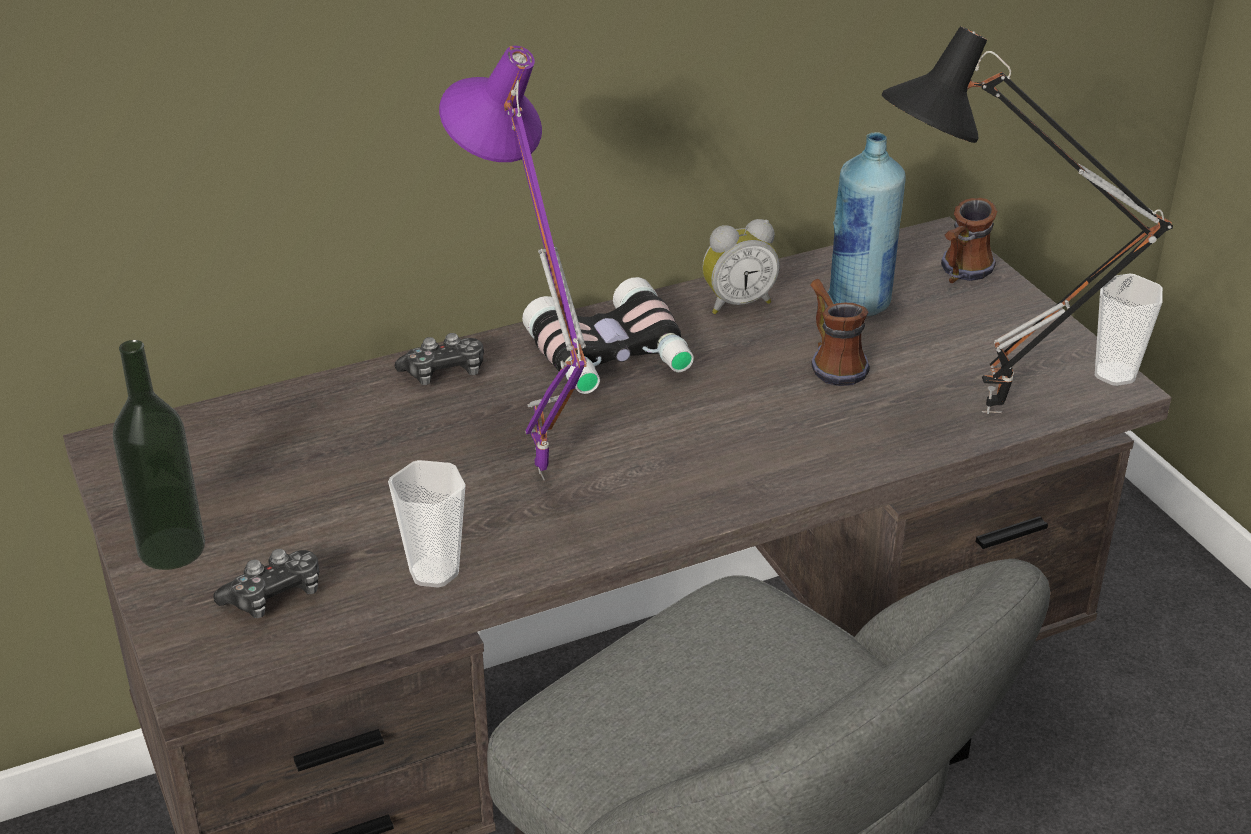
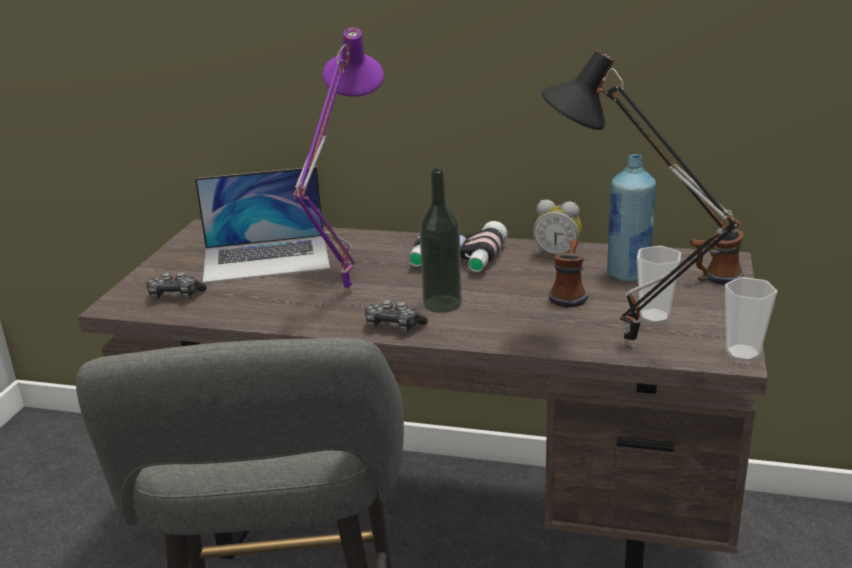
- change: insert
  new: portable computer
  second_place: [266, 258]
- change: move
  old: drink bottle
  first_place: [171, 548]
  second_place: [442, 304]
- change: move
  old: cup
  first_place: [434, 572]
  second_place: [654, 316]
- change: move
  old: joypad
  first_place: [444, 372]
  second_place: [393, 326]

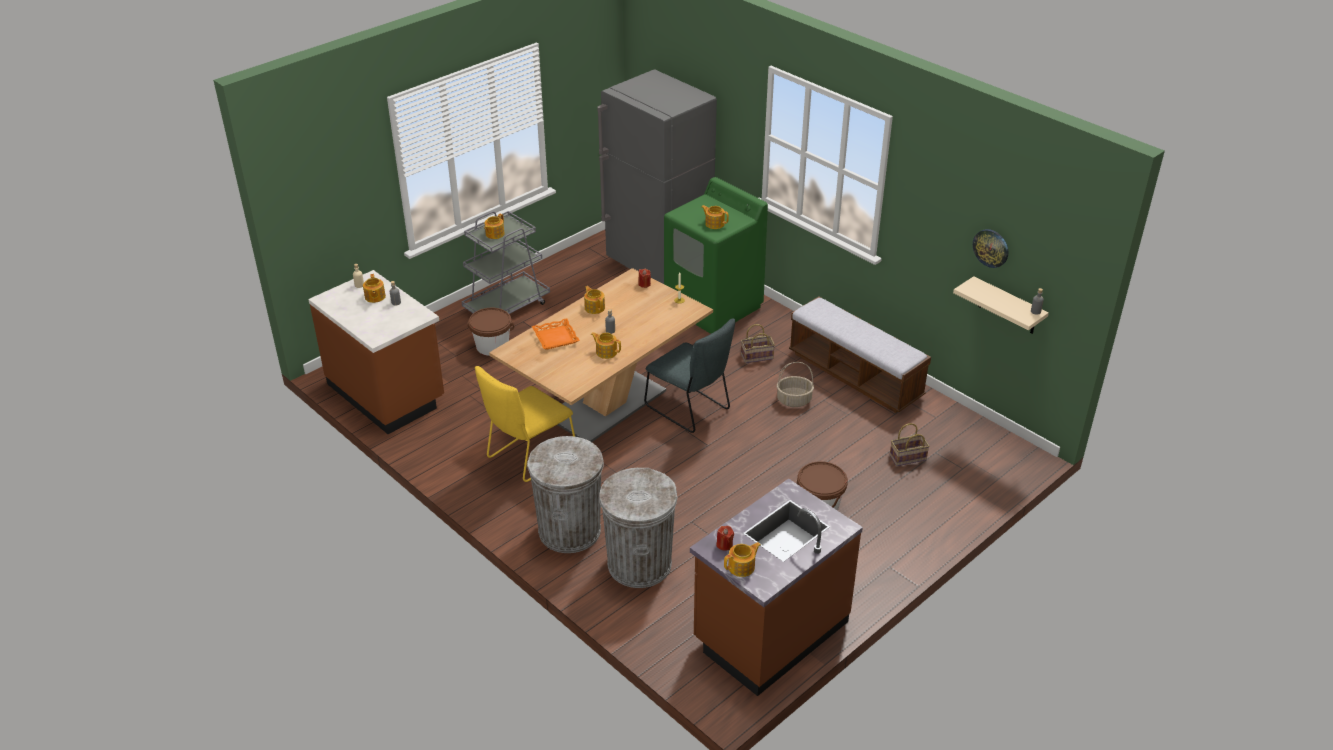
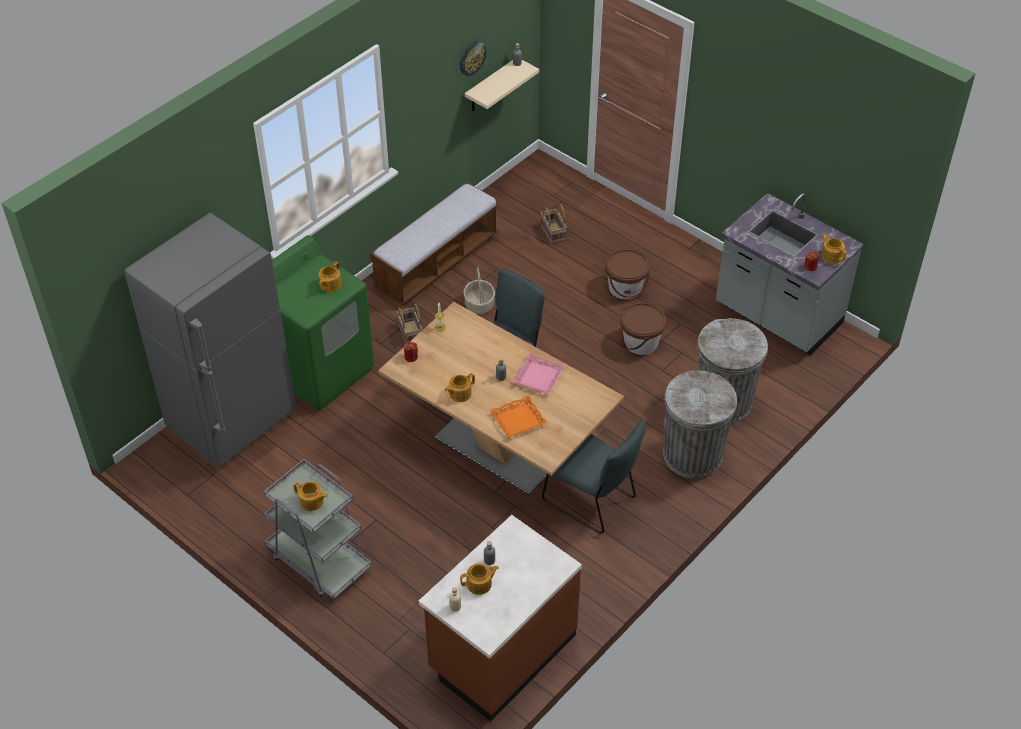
- change: move
  old: pail/brown
  first_place: [492, 346]
  second_place: [641, 342]
- change: replace
  old: teapot
  new: serving tray/pink-coloured
  first_place: [606, 352]
  second_place: [538, 377]
- change: recolor
  old: chair/yellow
  new: chair/gray
  first_place: [528, 456]
  second_place: [592, 501]
- change: recolor
  old: counter/brown
  new: counter/gray
  first_place: [769, 632]
  second_place: [777, 316]

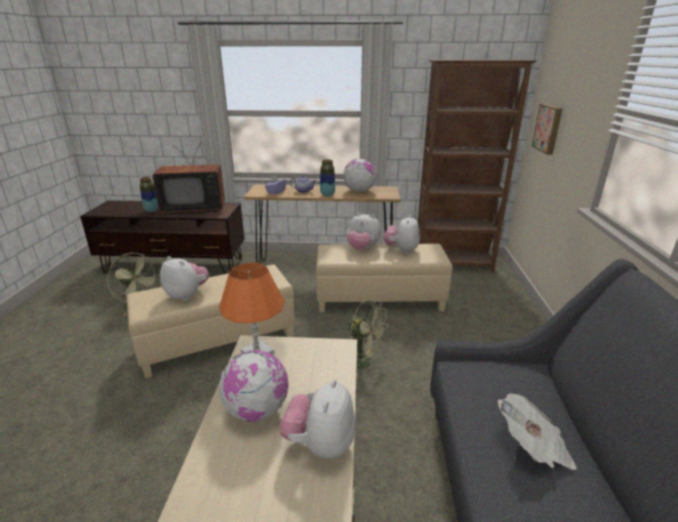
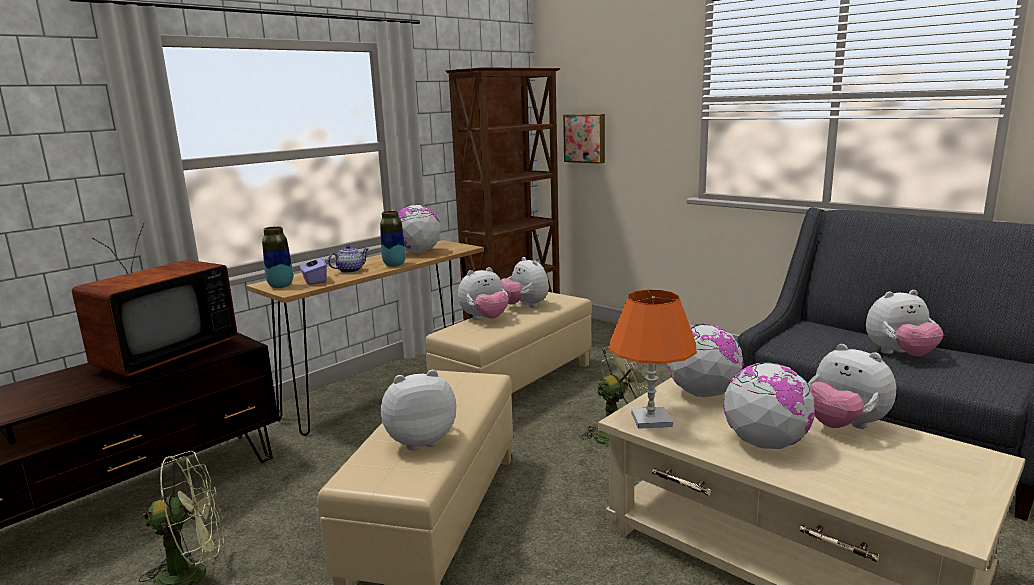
- change: insert
  new: desk globe
  second_place: [702, 393]
- change: move
  old: vase
  first_place: [151, 210]
  second_place: [280, 286]
- change: replace
  old: newspaper
  new: cuddly toy
  first_place: [532, 446]
  second_place: [899, 354]

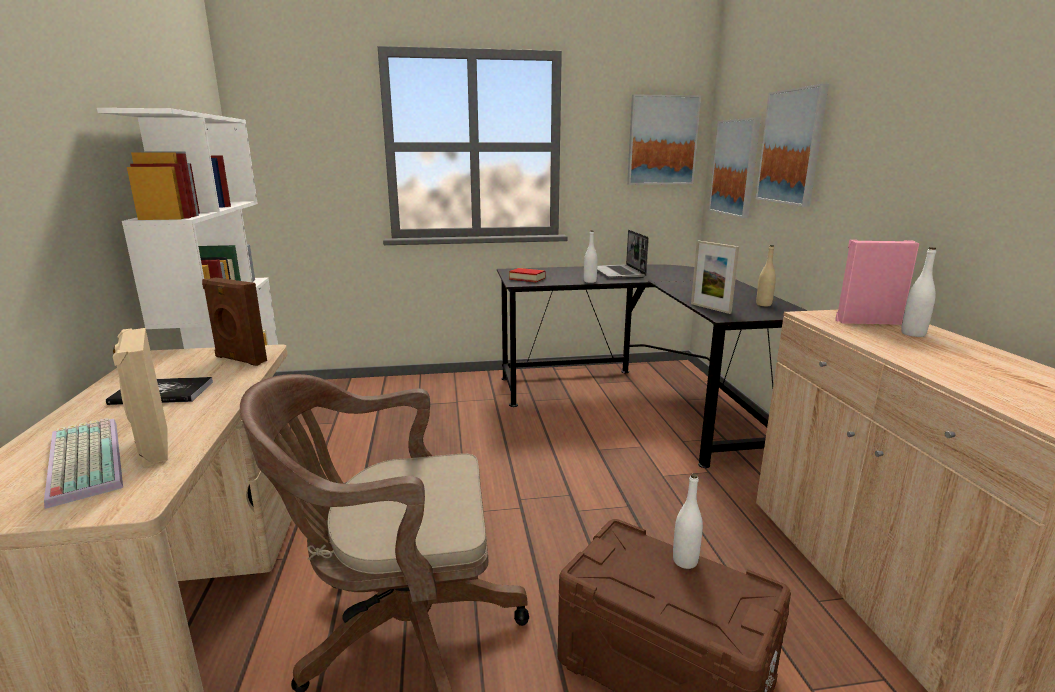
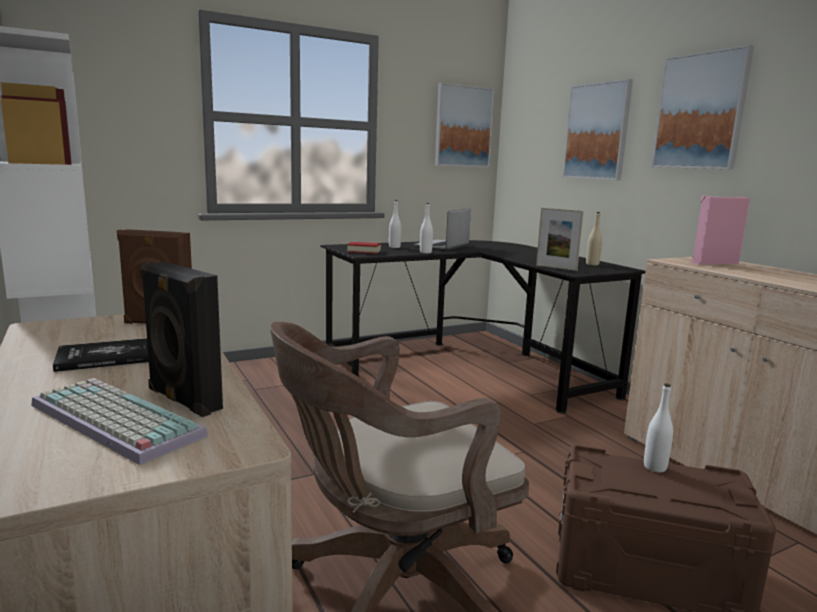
- change: move
  old: picture
  first_place: [735, 167]
  second_place: [700, 111]
- change: move
  old: drink bottle/white
  first_place: [913, 334]
  second_place: [394, 247]
- change: recolor
  old: loudspeaker/beige
  new: loudspeaker/black-coloured
  first_place: [152, 447]
  second_place: [182, 400]
- change: rotate
  old: portable computer
  first_place: [619, 273]
  second_place: [442, 246]
  degrees: 60

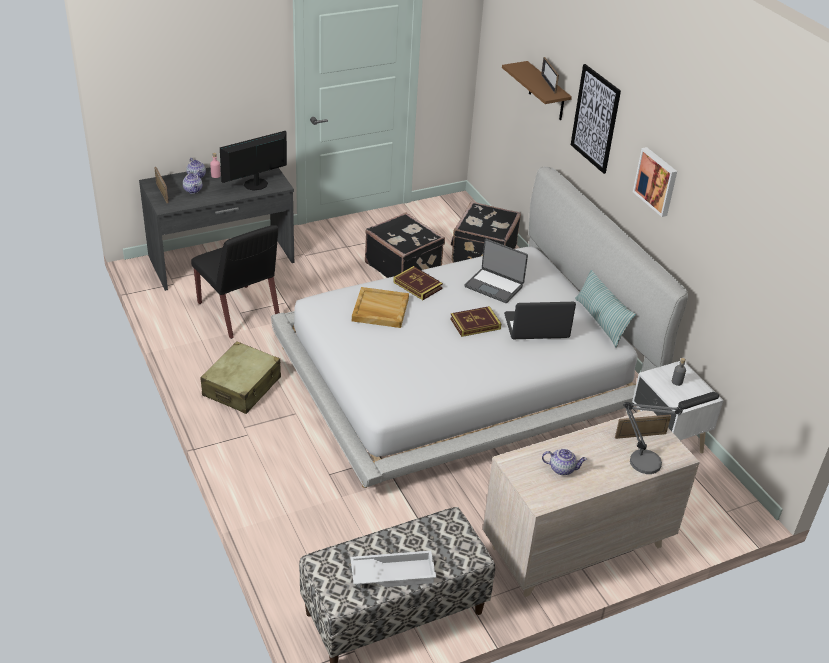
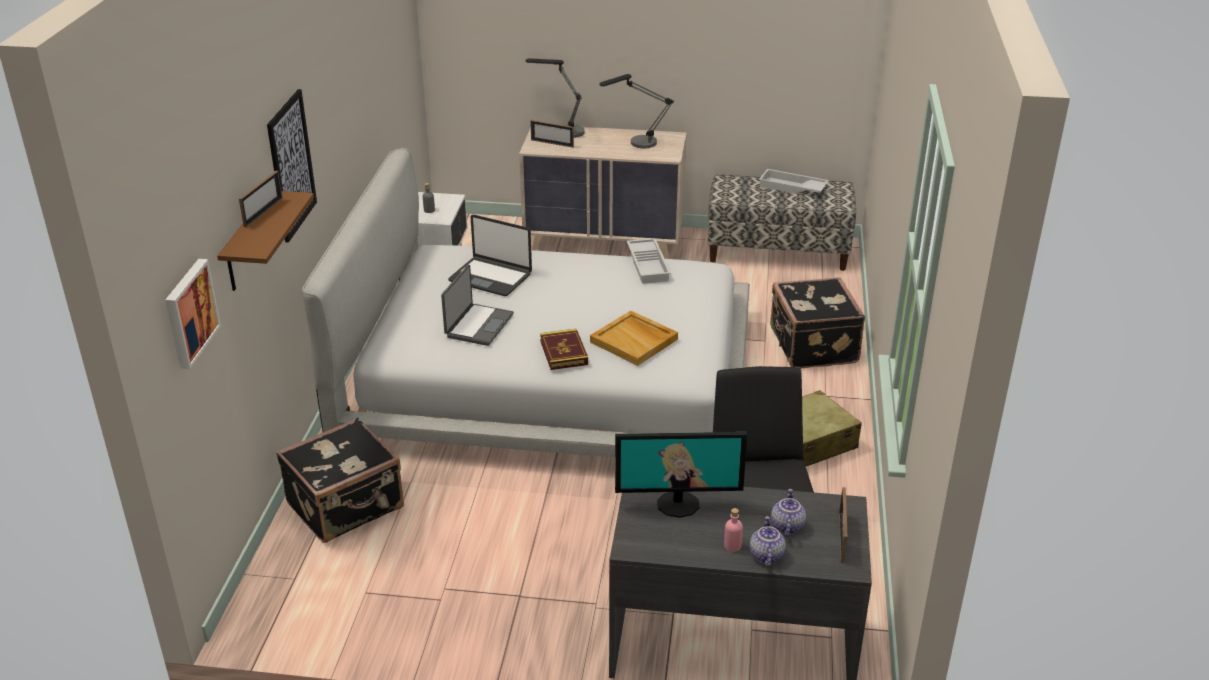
- change: delete
  old: bound book
  first_place: [475, 324]
- change: delete
  old: throw pillow
  first_place: [600, 321]
- change: insert
  new: serving tray/white
  second_place: [649, 265]
- change: move
  old: travel case/black-coloured
  first_place: [403, 267]
  second_place: [811, 346]
- change: move
  old: picture
  first_place: [656, 181]
  second_place: [189, 313]
- change: replace
  old: teapot
  new: lamp for a table
  first_place: [562, 468]
  second_place: [636, 144]
- change: rotate
  old: portable computer
  first_place: [494, 286]
  second_place: [478, 325]
  degrees: 45

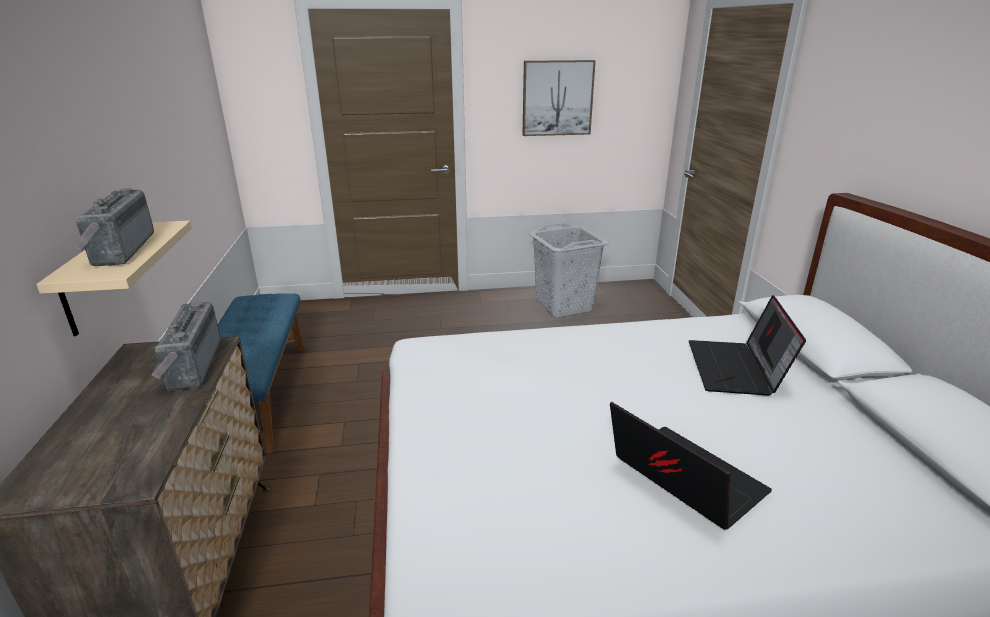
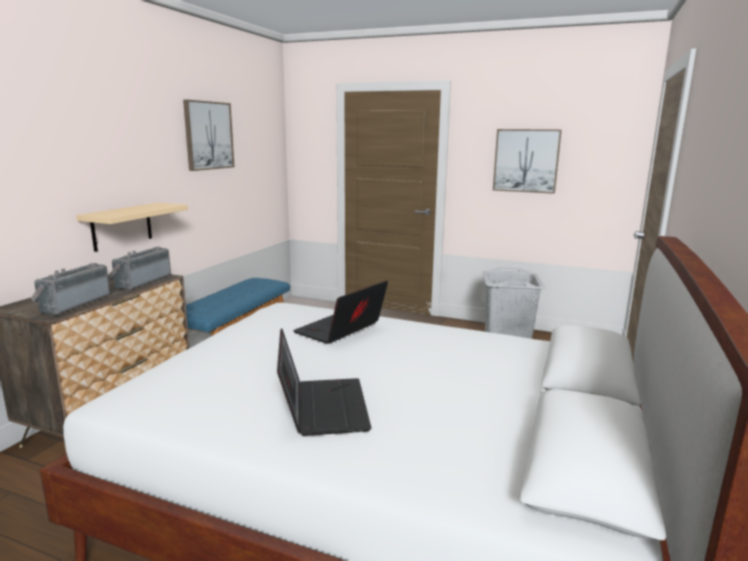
- change: insert
  new: picture
  second_place: [208, 135]
- change: move
  old: radio receiver
  first_place: [119, 249]
  second_place: [74, 304]
- change: move
  old: portable computer
  first_place: [737, 369]
  second_place: [340, 330]

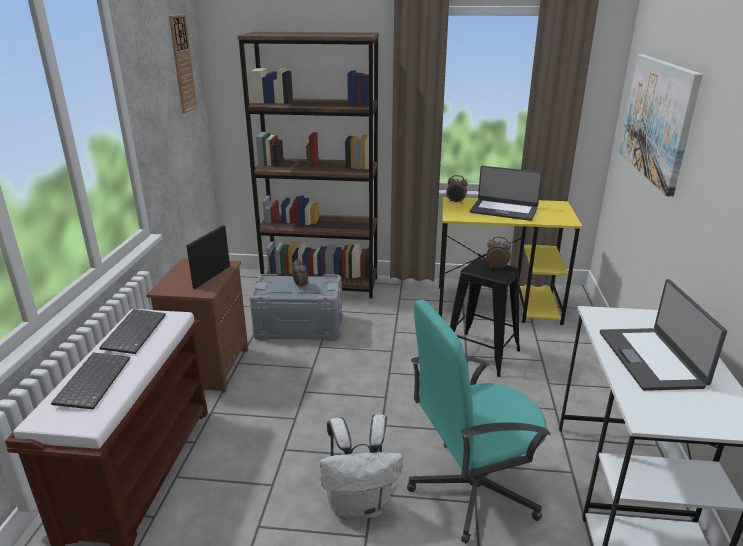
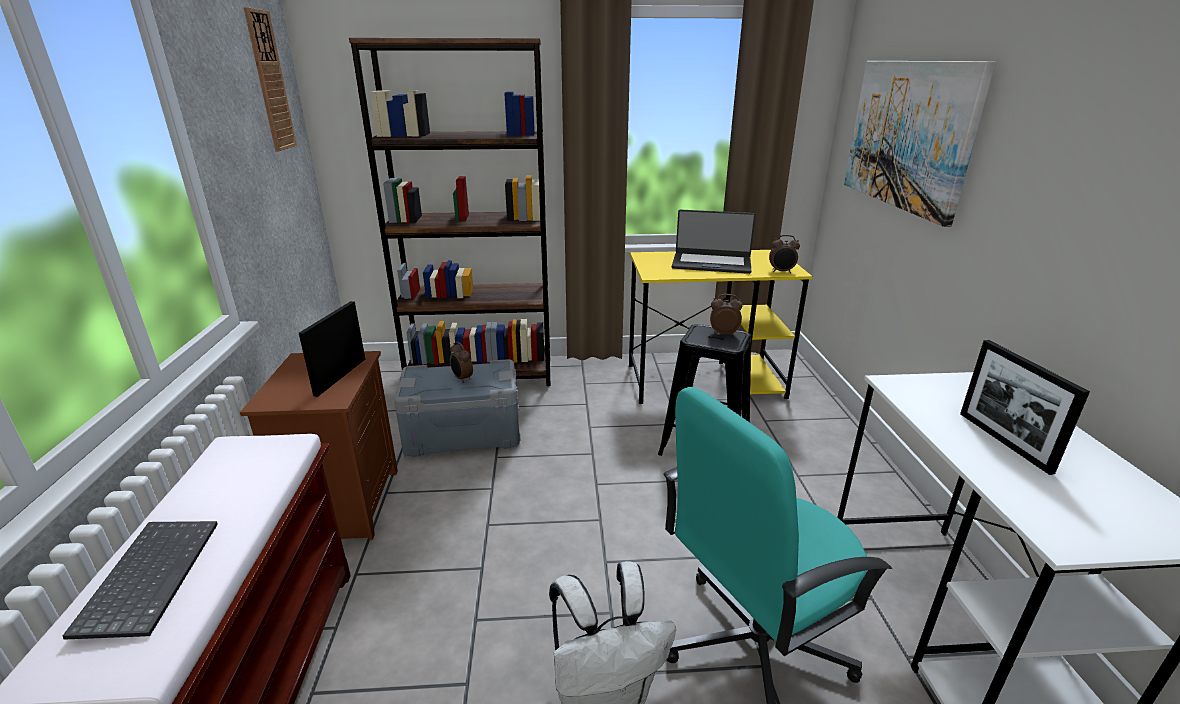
- change: delete
  old: keyboard
  first_place: [133, 332]
- change: move
  old: bedside clock
  first_place: [455, 202]
  second_place: [781, 272]
- change: replace
  old: portable computer
  new: standing frame
  first_place: [651, 359]
  second_place: [1003, 441]

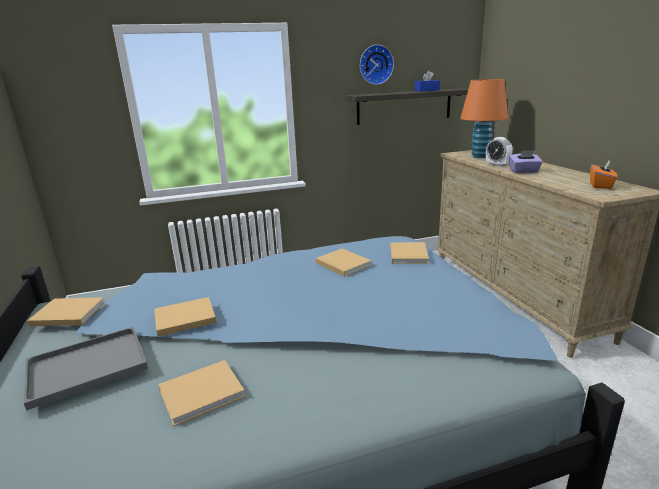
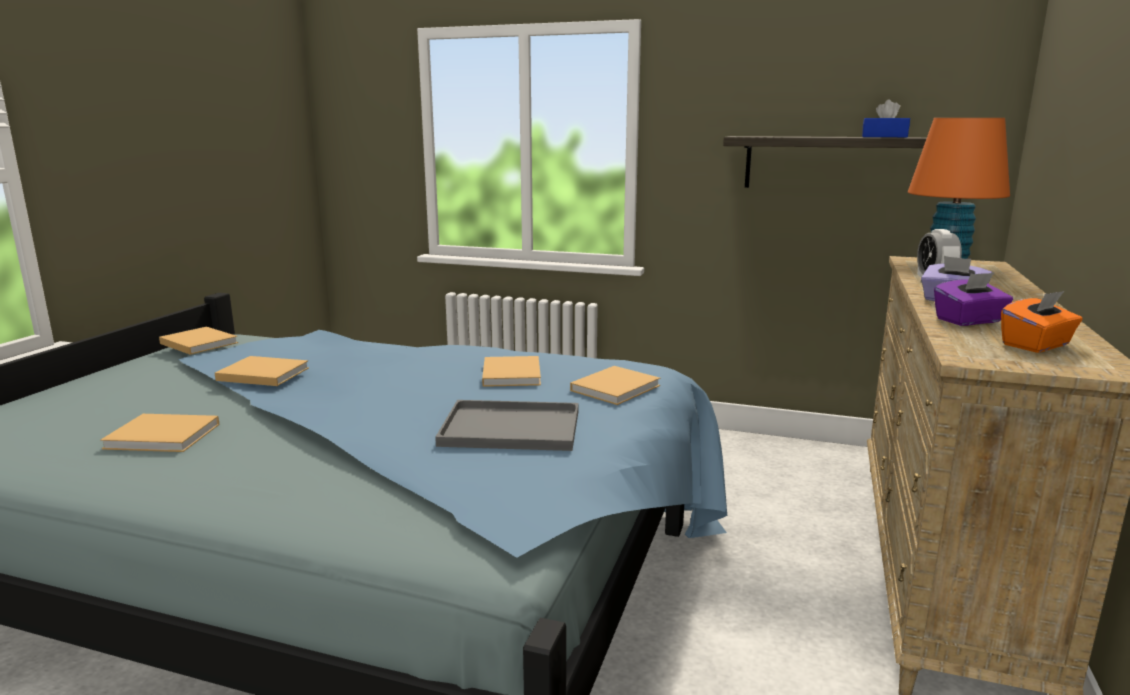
- change: delete
  old: hanging clock
  first_place: [375, 65]
- change: insert
  new: tissue holder/purple
  second_place: [969, 321]
- change: move
  old: serving tray/gray
  first_place: [89, 365]
  second_place: [514, 427]

